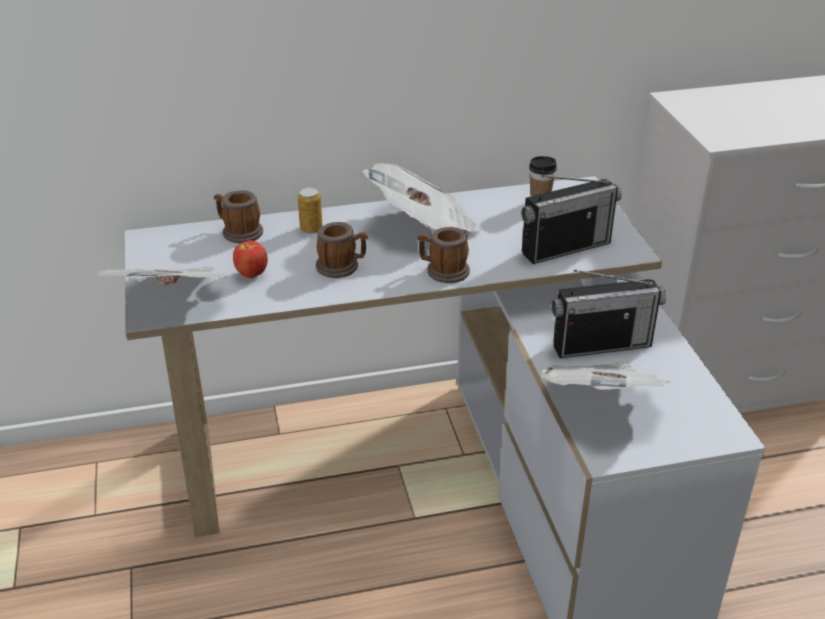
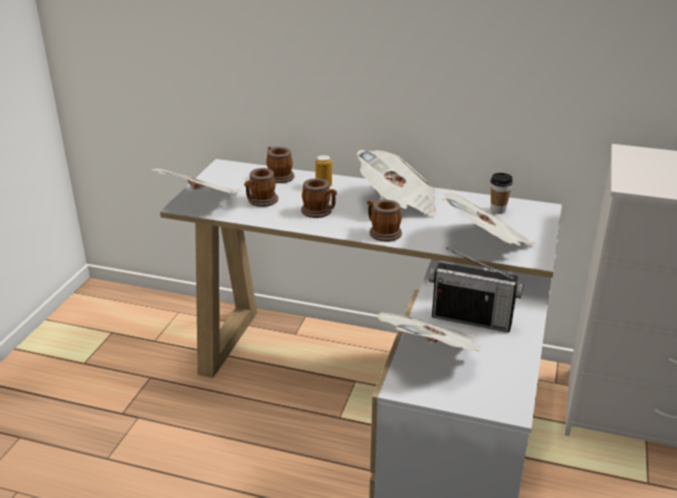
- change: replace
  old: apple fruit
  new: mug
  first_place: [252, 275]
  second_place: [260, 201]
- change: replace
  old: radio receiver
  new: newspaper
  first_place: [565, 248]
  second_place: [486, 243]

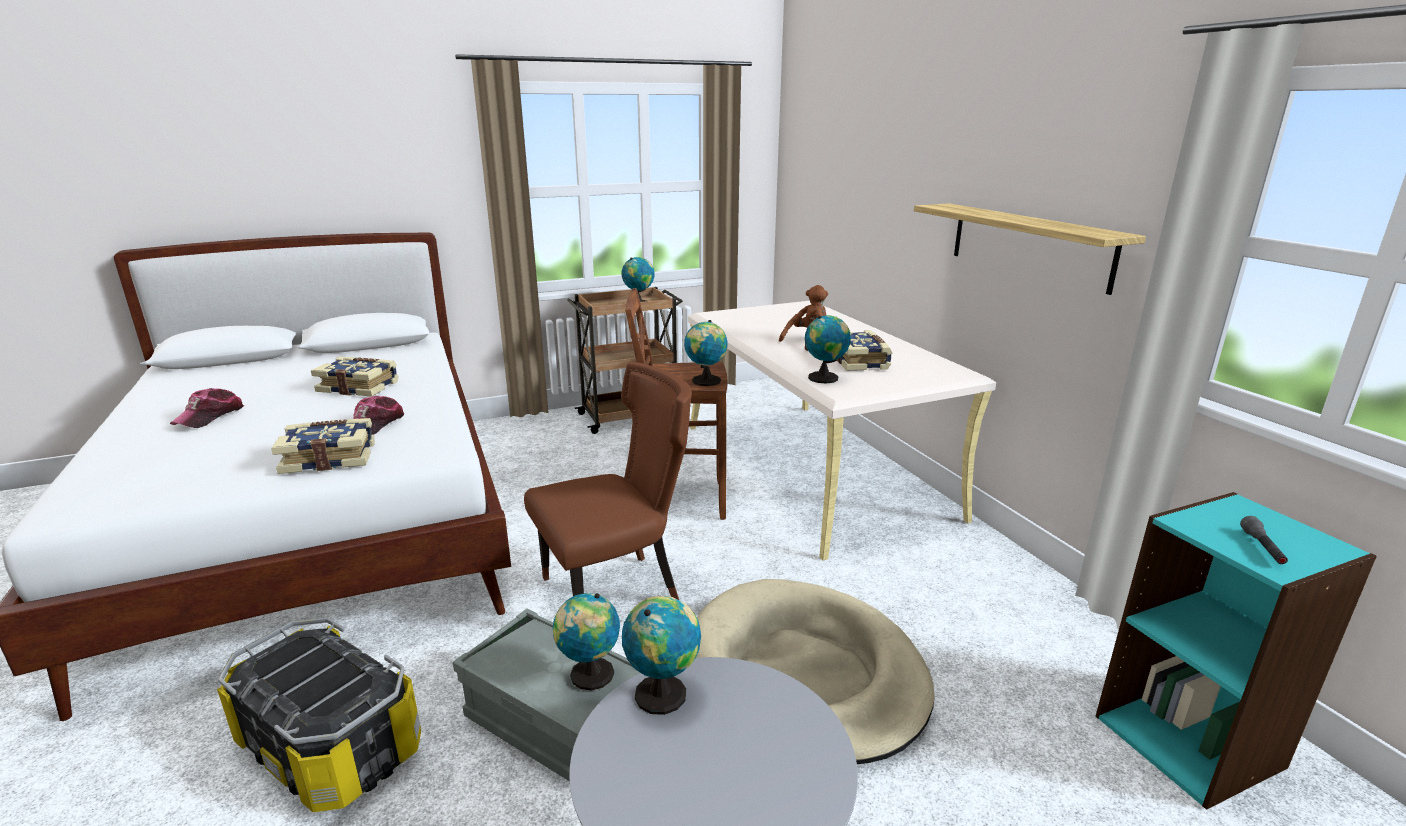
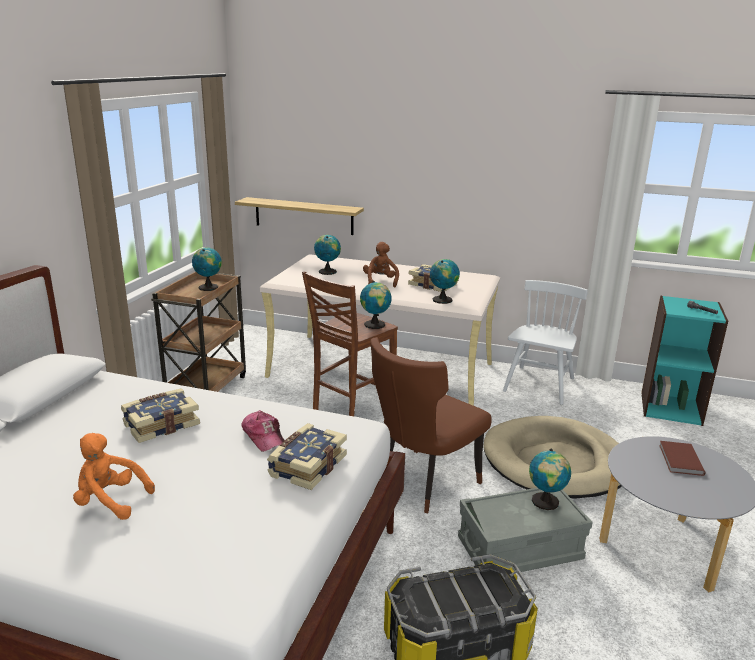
- change: insert
  new: chair/white
  second_place: [539, 385]
- change: insert
  new: bound book/brown
  second_place: [679, 460]
- change: move
  old: desk globe
  first_place: [663, 692]
  second_place: [327, 271]
- change: move
  old: shelf
  first_place: [1028, 245]
  second_place: [304, 216]
- change: replace
  old: cap
  new: cuddly toy/orangey
  first_place: [210, 416]
  second_place: [110, 501]
- change: rotate
  old: chair/brown
  first_place: [617, 593]
  second_place: [422, 483]
  degrees: -150

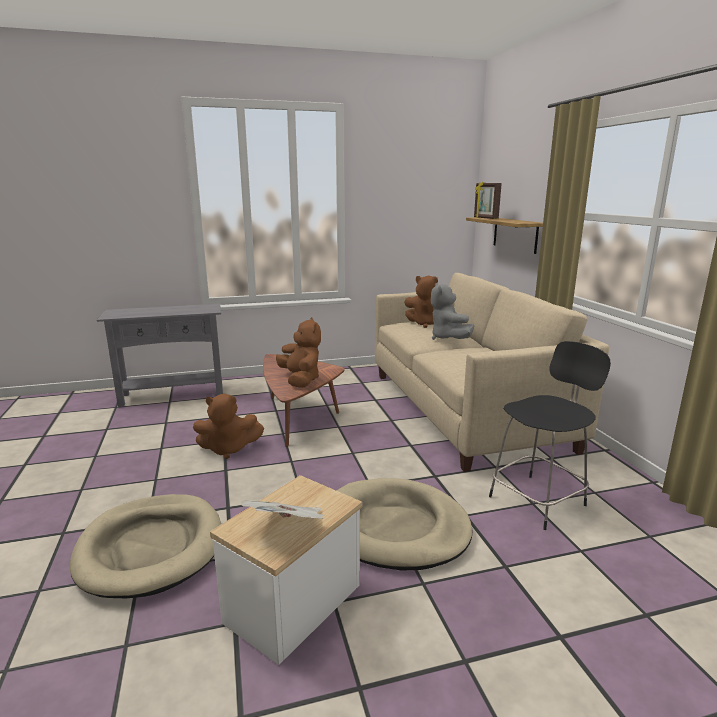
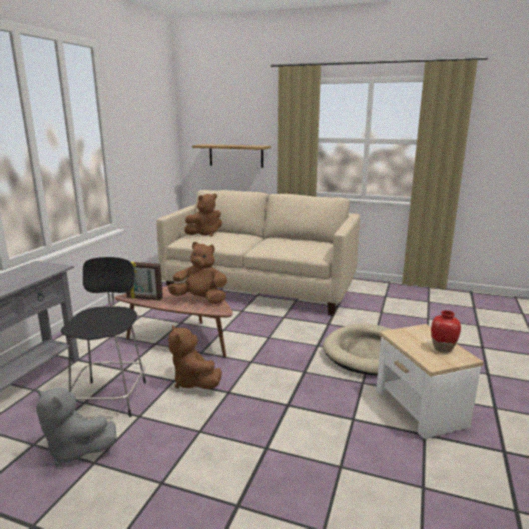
- change: delete
  old: pet bed/beige
  first_place: [151, 548]
- change: move
  old: cuddly toy/gray
  first_place: [448, 338]
  second_place: [75, 450]
- change: move
  old: standing frame
  first_place: [485, 218]
  second_place: [144, 298]
- change: move
  old: stool/black-coloured
  first_place: [539, 500]
  second_place: [111, 396]
- change: replace
  old: newspaper
  new: vase/reddish
  first_place: [288, 528]
  second_place: [442, 348]
- change: rotate
  old: cuddly toy/brown
  first_place: [228, 449]
  second_place: [194, 382]
  degrees: 120

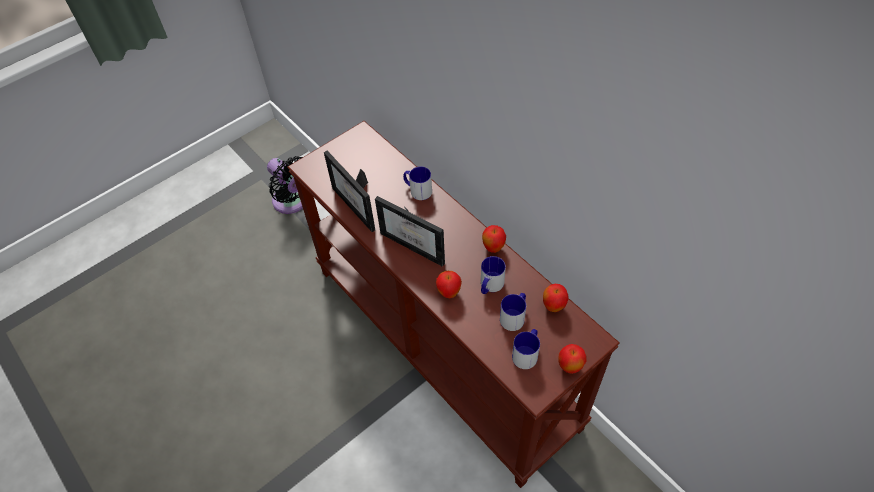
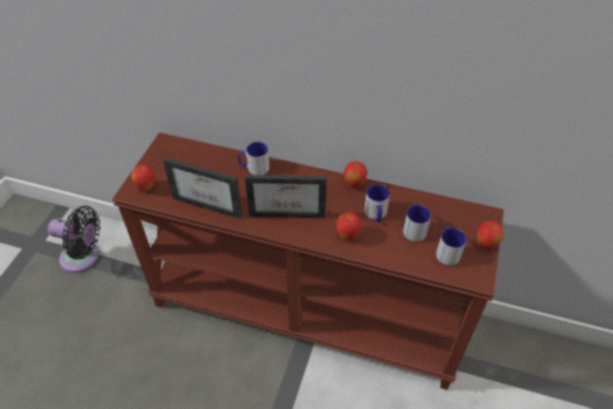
- change: move
  old: apple fruit
  first_place: [553, 306]
  second_place: [146, 187]

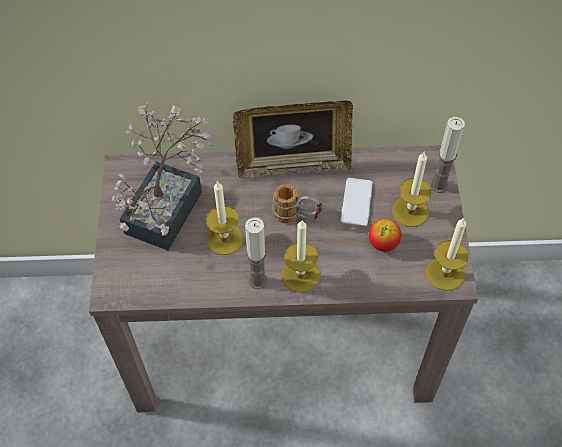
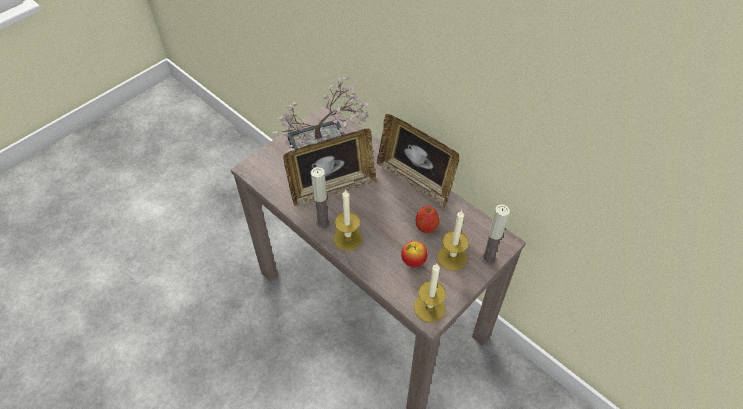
- change: delete
  old: mug
  first_place: [297, 217]
- change: replace
  old: wax candle
  new: standing frame
  first_place: [224, 239]
  second_place: [332, 188]
- change: replace
  old: telephone
  new: apple fruit
  first_place: [356, 202]
  second_place: [426, 227]

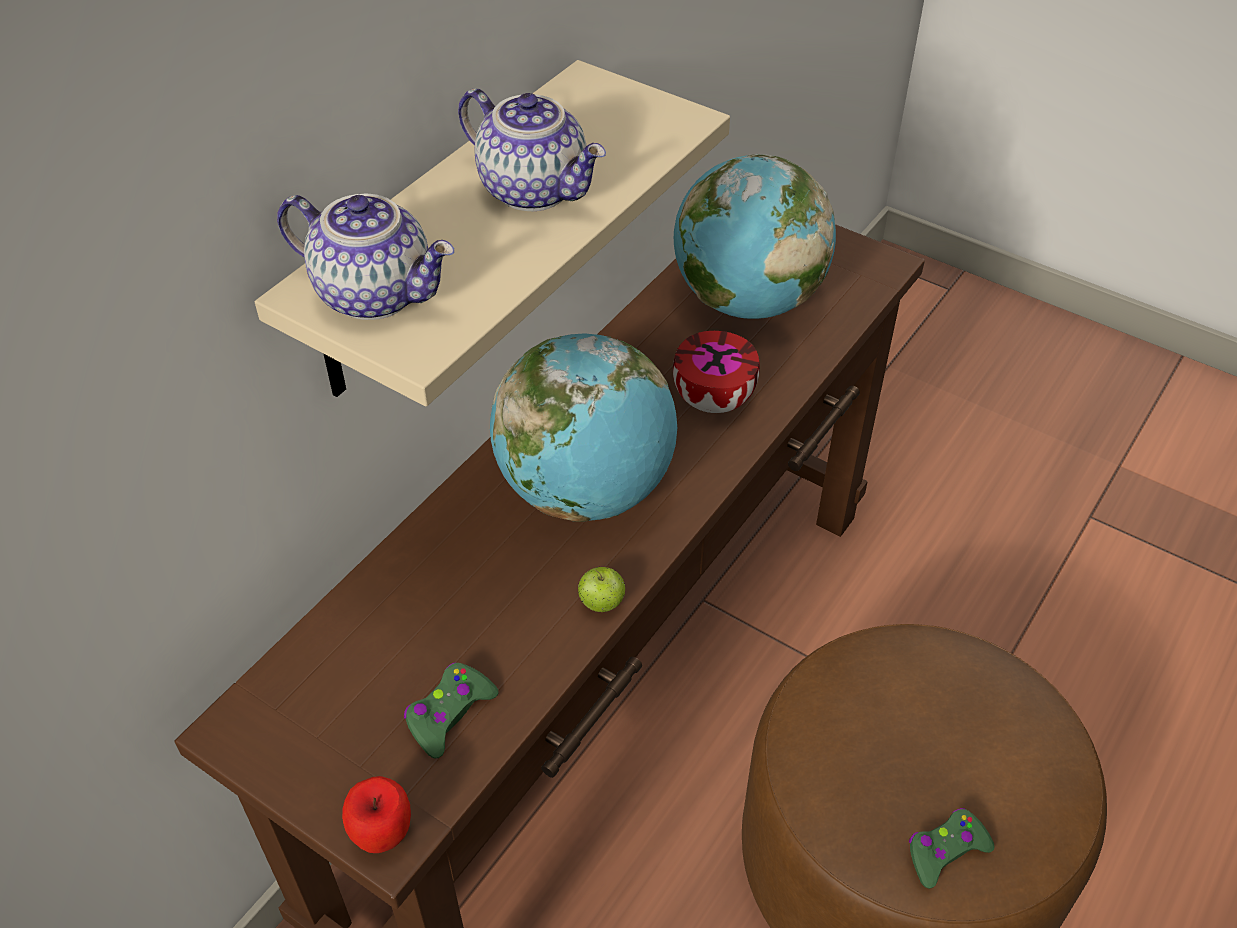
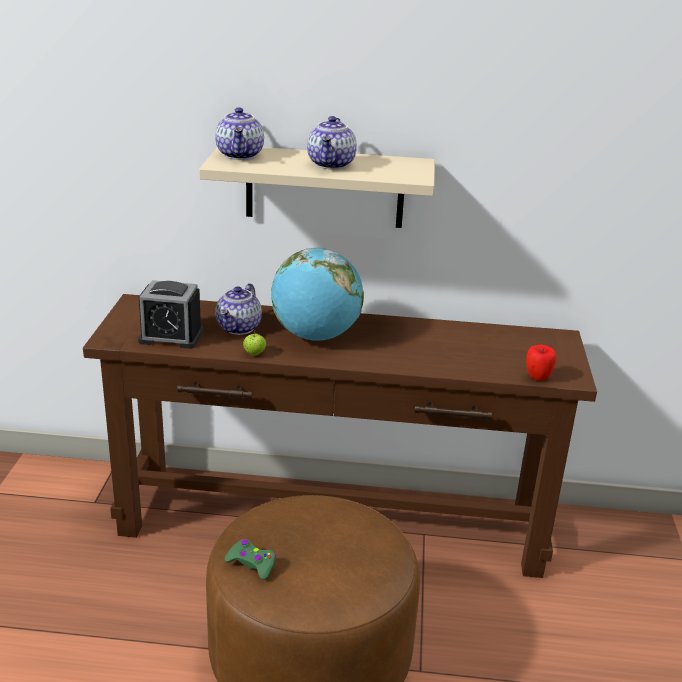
- change: delete
  old: serving bowl
  first_place: [711, 400]
- change: delete
  old: desk globe
  first_place: [747, 301]
- change: insert
  new: teapot
  second_place: [239, 328]
- change: move
  old: apple fruit
  first_place: [383, 838]
  second_place: [537, 378]
- change: replace
  old: joypad/green-coloured
  new: bedside clock
  first_place: [449, 714]
  second_place: [171, 336]

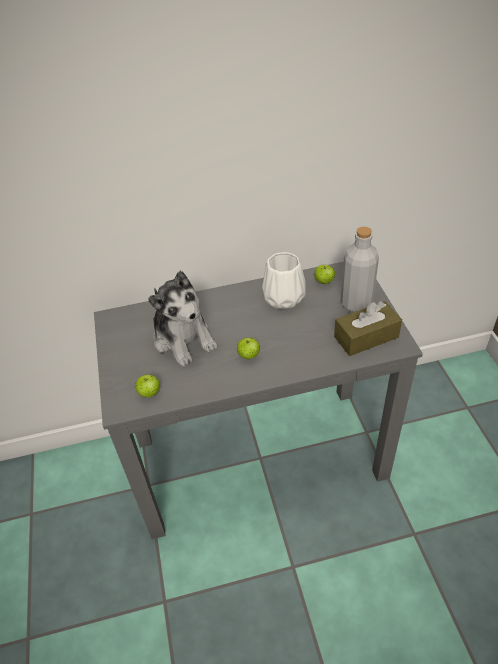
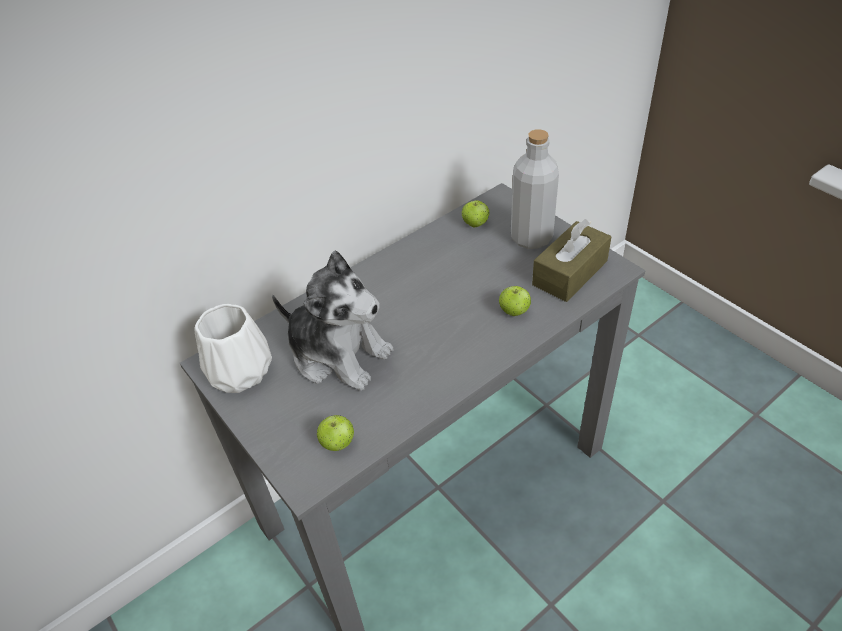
- change: move
  old: apple fruit
  first_place: [249, 356]
  second_place: [514, 311]
- change: move
  old: vase/white
  first_place: [284, 298]
  second_place: [241, 373]

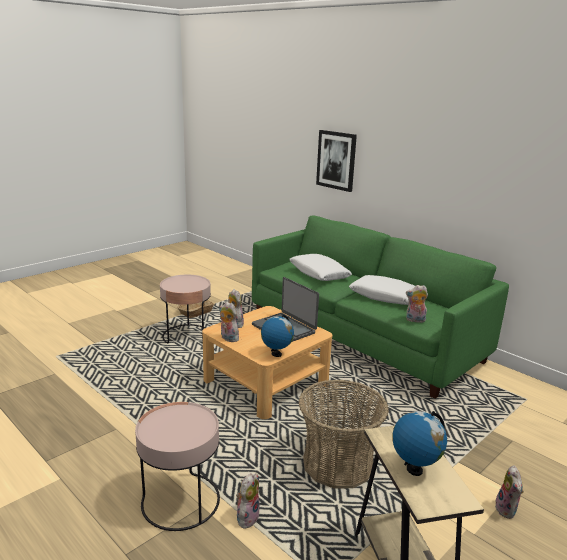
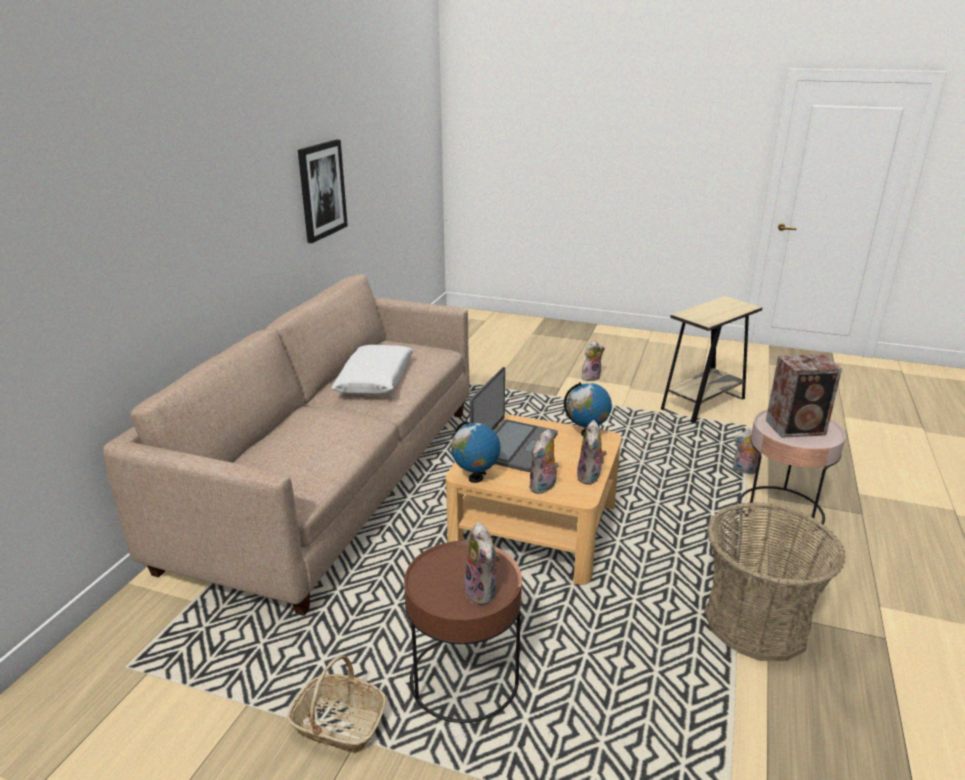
- change: delete
  old: throw pillow/white
  first_place: [319, 274]
- change: insert
  new: loudspeaker
  second_place: [797, 428]
- change: move
  old: storage basket
  first_place: [337, 464]
  second_place: [756, 623]
- change: move
  old: picture
  first_place: [336, 160]
  second_place: [322, 190]
- change: move
  old: desk globe
  first_place: [414, 469]
  second_place: [475, 478]
- change: move
  old: cuddly toy
  first_place: [415, 320]
  second_place: [483, 592]
- change: recolor
  old: accent table/pink-coloured
  new: accent table/brown
  first_place: [187, 336]
  second_place: [464, 677]
- change: recolor
  old: settee/green-coloured
  new: settee/beige
  first_place: [363, 337]
  second_place: [333, 482]

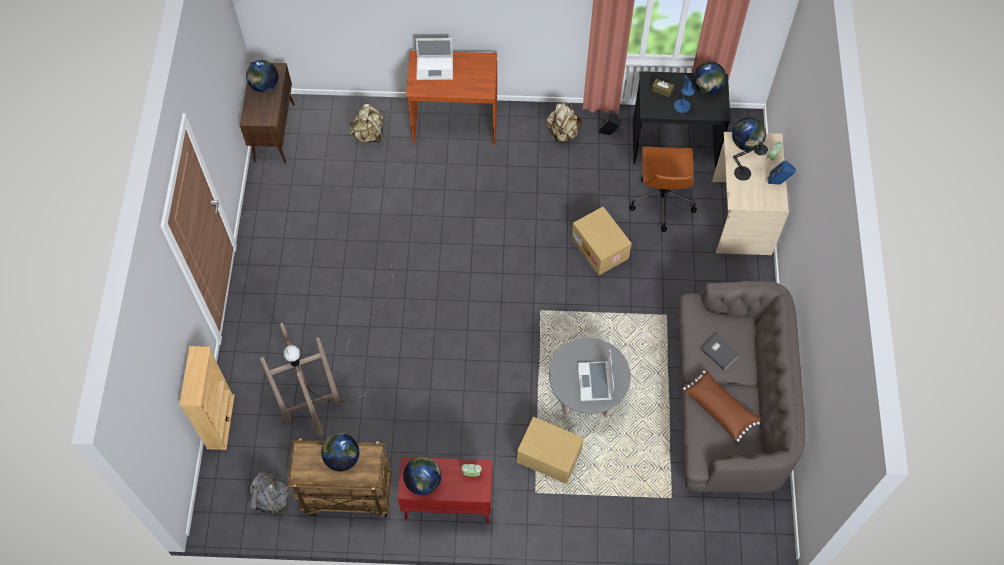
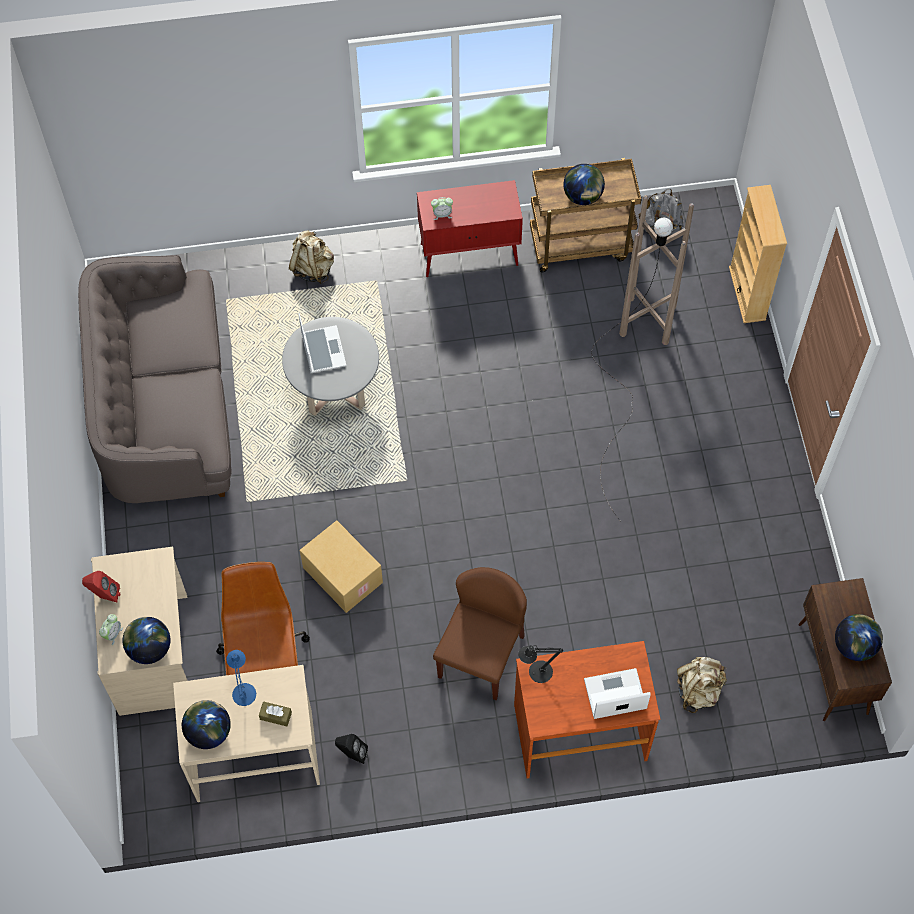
- change: delete
  old: desk globe
  first_place: [423, 481]
- change: delete
  old: packing box
  first_place: [548, 456]
- change: delete
  old: throw pillow/brown
  first_place: [720, 408]
- change: delete
  old: bound book/gray
  first_place: [720, 351]
- change: insert
  new: chair/brown
  second_place: [481, 655]
- change: move
  old: knapsack/beige
  first_place: [562, 133]
  second_place: [313, 268]
- change: move
  old: lamp for a table/black-coloured
  first_place: [745, 173]
  second_place: [537, 672]
- change: recolor
  old: desk/black-coloured
  new: desk/beige
  first_place: [674, 144]
  second_place: [255, 754]
- change: recolor
  old: loudspeaker/blue
  new: loudspeaker/reddish
  first_place: [778, 182]
  second_place: [105, 596]

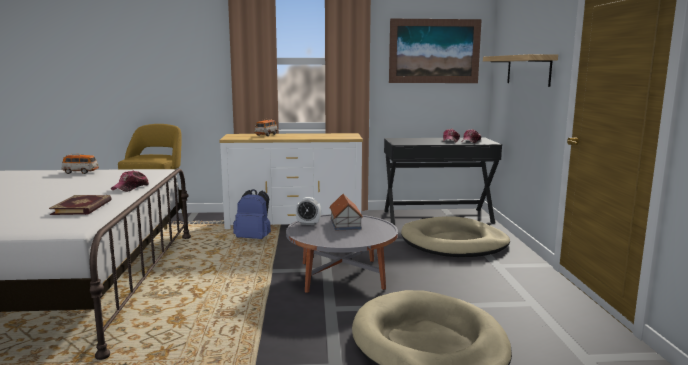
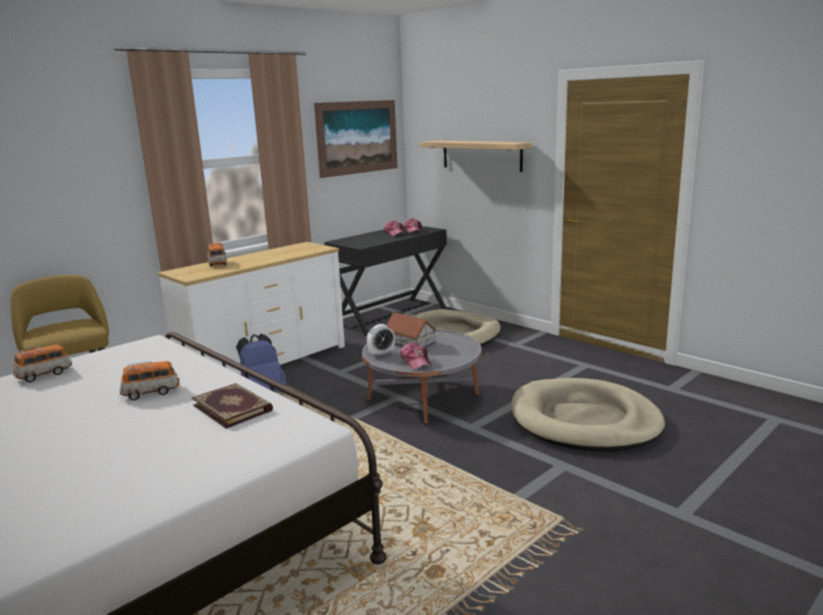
- change: insert
  new: toy car
  second_place: [151, 392]
- change: move
  old: cap
  first_place: [131, 187]
  second_place: [416, 361]

